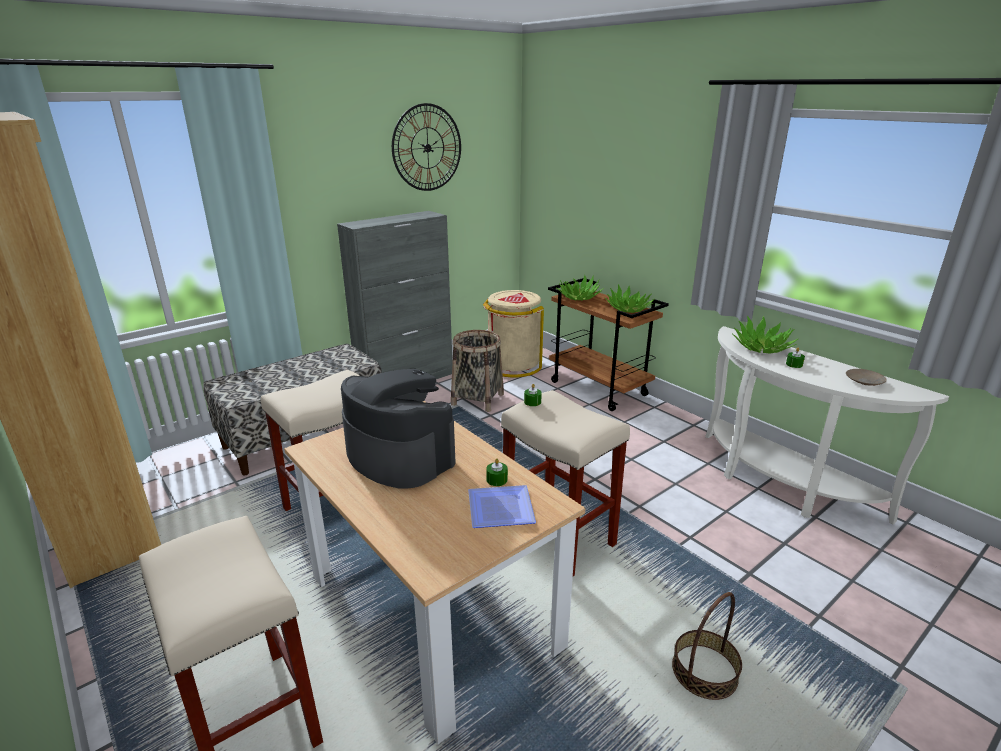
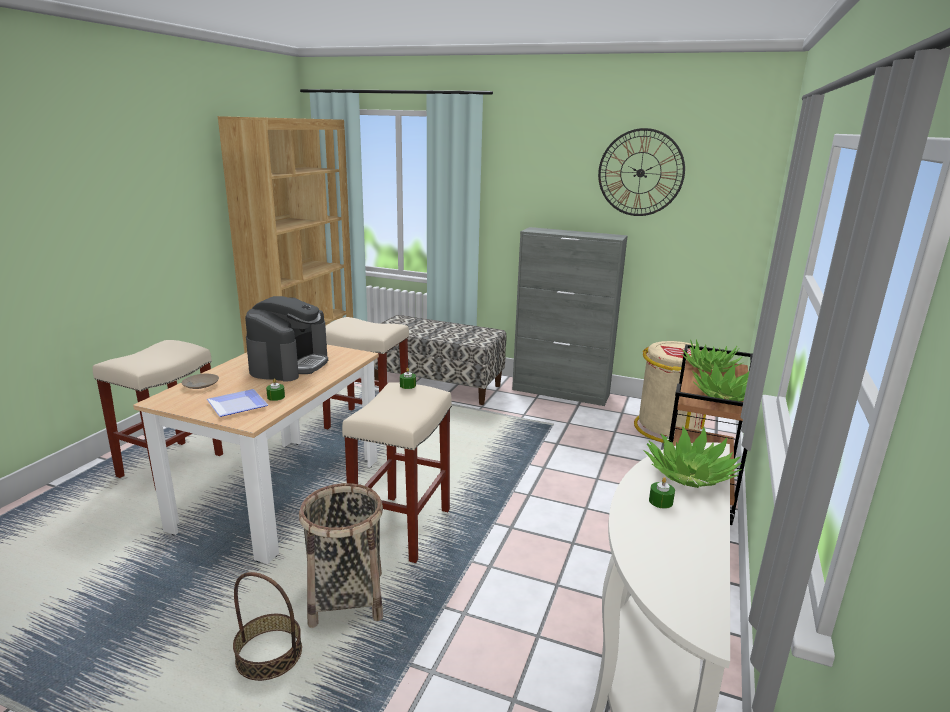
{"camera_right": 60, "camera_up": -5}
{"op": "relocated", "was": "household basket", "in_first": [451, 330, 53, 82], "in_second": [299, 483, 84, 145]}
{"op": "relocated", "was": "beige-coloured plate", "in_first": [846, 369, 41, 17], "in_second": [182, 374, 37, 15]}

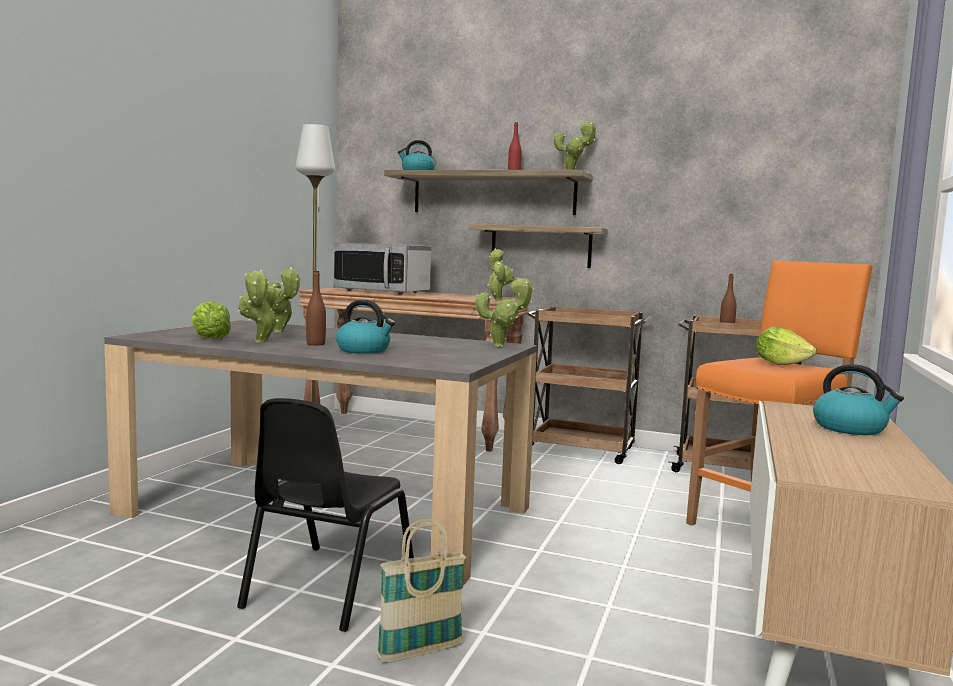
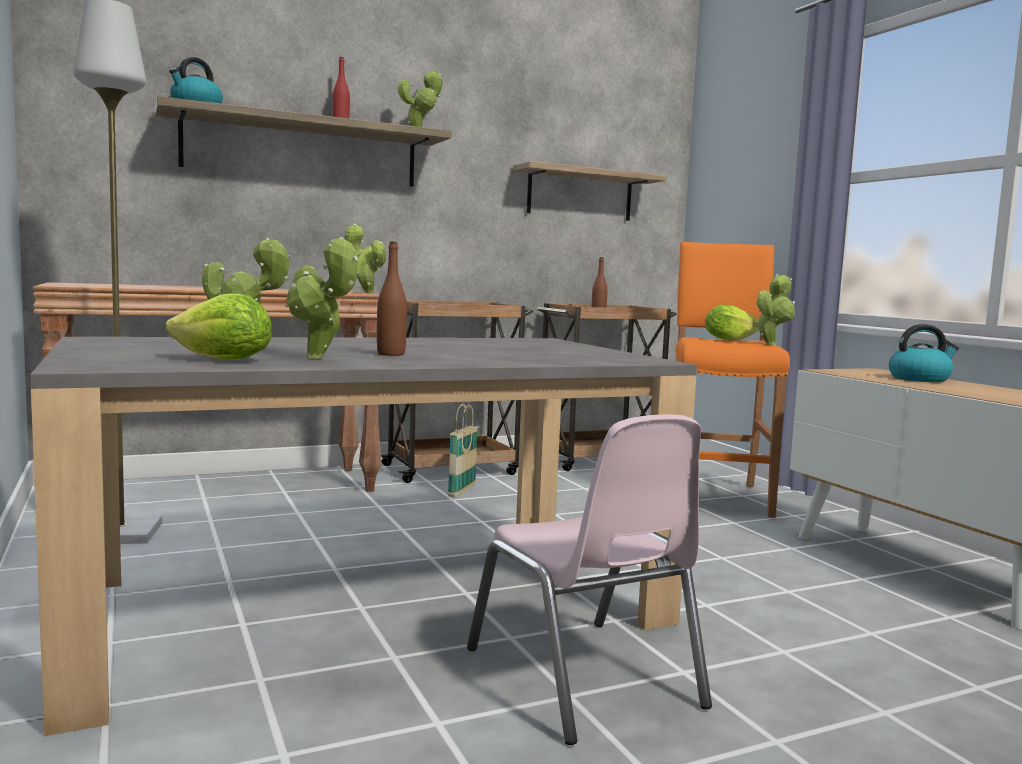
{"camera_right": -45, "camera_up": 0}
{"op": "relocated", "was": "shelf", "in_first": [469, 224, 139, 44], "in_second": [513, 161, 153, 60]}
{"op": "missing", "was": "microwave", "in_first": [333, 242, 98, 52]}
{"op": "relocated", "was": "houseplant", "in_first": [475, 277, 59, 70], "in_second": [756, 274, 39, 71]}
{"op": "missing", "was": "tea kettle", "in_first": [336, 300, 59, 54]}
{"op": "colour", "was": "blackish plain chair", "now": "pink-coloured plain chair", "in_first": [237, 398, 177, 234], "in_second": [467, 414, 245, 331]}
{"op": "relocated", "was": "household basket", "in_first": [377, 519, 89, 144], "in_second": [448, 404, 30, 93]}

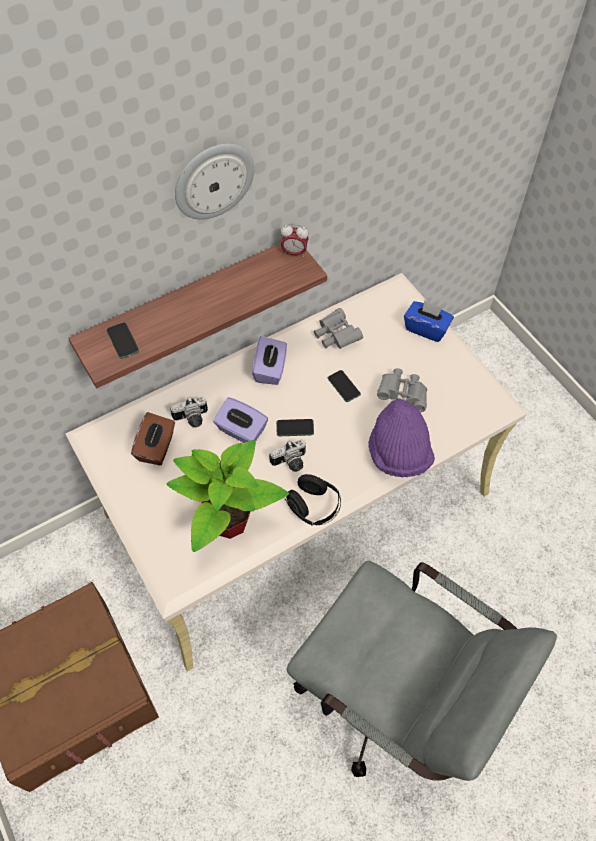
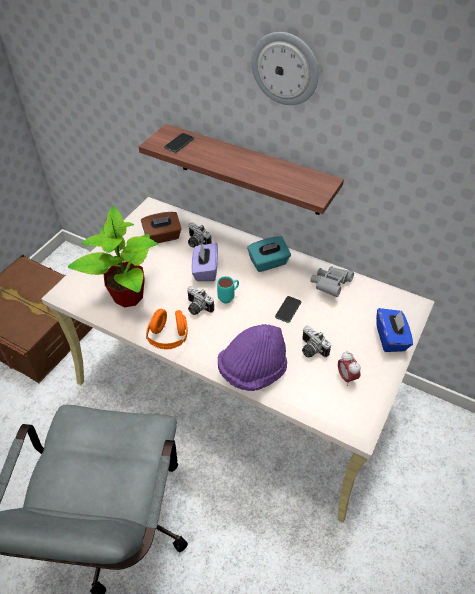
{"camera_right": 60, "camera_up": -10}
{"op": "relocated", "was": "alarm clock", "in_first": [281, 224, 28, 33], "in_second": [338, 351, 23, 35]}
{"op": "colour", "was": "purplish tissue box", "now": "turquoise-coloured tissue box", "in_first": [252, 336, 35, 49], "in_second": [247, 237, 44, 35]}
{"op": "exchanged", "was": "grey field glasses", "now": "still camera", "in_first": [377, 368, 50, 44], "in_second": [302, 326, 29, 32]}
{"op": "exchanged", "was": "handset", "now": "turquoise-coloured tea mug", "in_first": [276, 419, 38, 17], "in_second": [217, 276, 22, 28]}
{"op": "colour", "was": "blackish headphones", "now": "orangey headphones", "in_first": [285, 474, 56, 52], "in_second": [146, 309, 42, 40]}

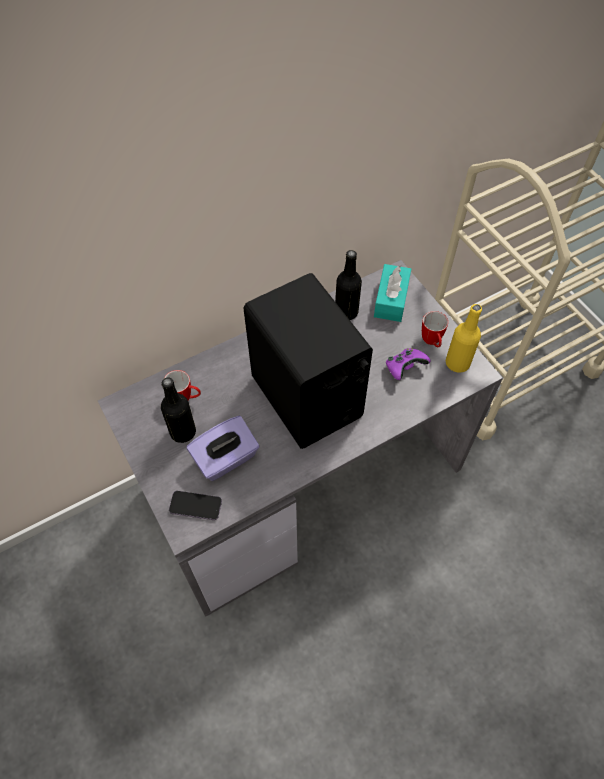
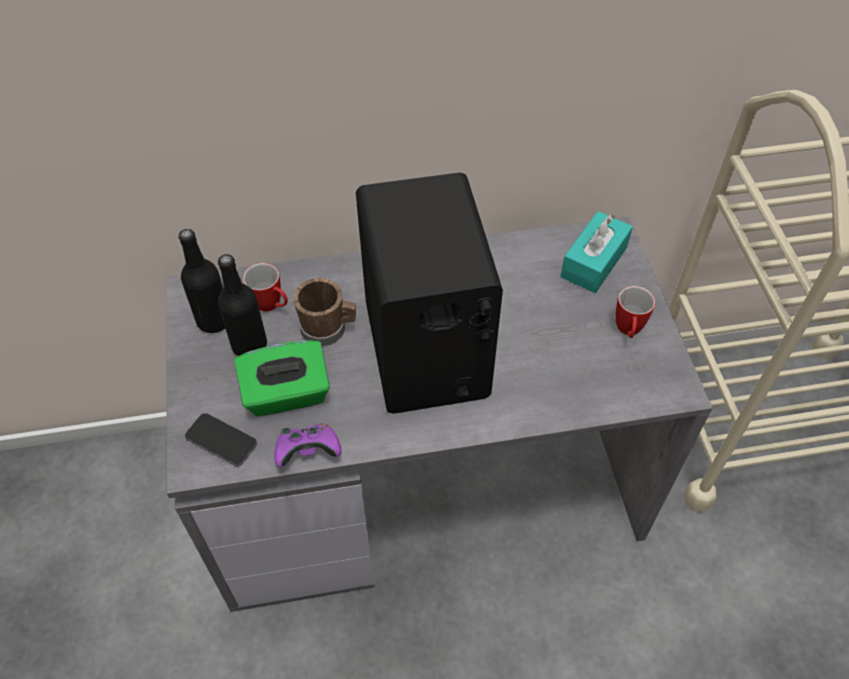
{"camera_right": 20, "camera_up": -5}
{"op": "relocated", "was": "blackish bottle", "in_first": [335, 250, 27, 70], "in_second": [179, 229, 46, 104]}
{"op": "missing", "was": "yellow bottle", "in_first": [446, 304, 36, 69]}
{"op": "relocated", "was": "purplish game controller", "in_first": [386, 348, 44, 32], "in_second": [274, 424, 67, 43]}
{"op": "colour", "was": "purplish tissue box", "now": "green-coloured tissue box", "in_first": [187, 416, 73, 65], "in_second": [234, 340, 96, 76]}
{"op": "appeared", "now": "brown tea mug", "in_second": [293, 278, 63, 68]}

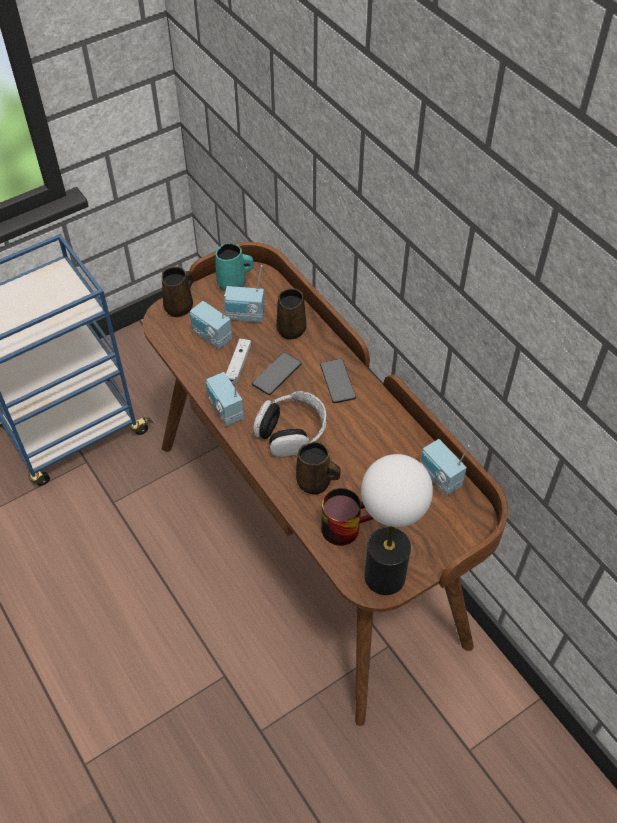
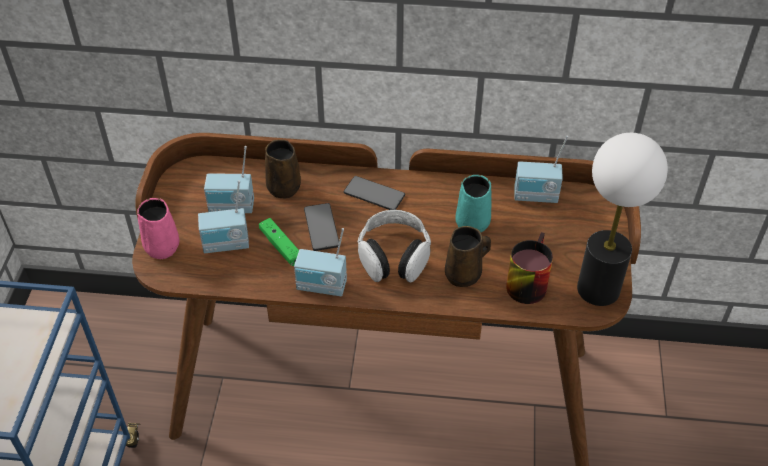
{"camera_right": -50, "camera_up": -5}
{"op": "relocated", "was": "turquoise-coloured tea mug", "in_first": [215, 243, 39, 48], "in_second": [455, 175, 36, 57]}
{"op": "spun", "was": "radio receiver", "in_first": [225, 265, 40, 57], "in_second": [204, 146, 50, 67], "clockwise": 45}
{"op": "colour", "was": "brown tea mug", "now": "pink-coloured tea mug", "in_first": [162, 267, 31, 50], "in_second": [137, 198, 42, 61]}
{"op": "colour", "was": "whitish game controller", "now": "green-coloured game controller", "in_first": [226, 338, 25, 46], "in_second": [259, 218, 40, 48]}

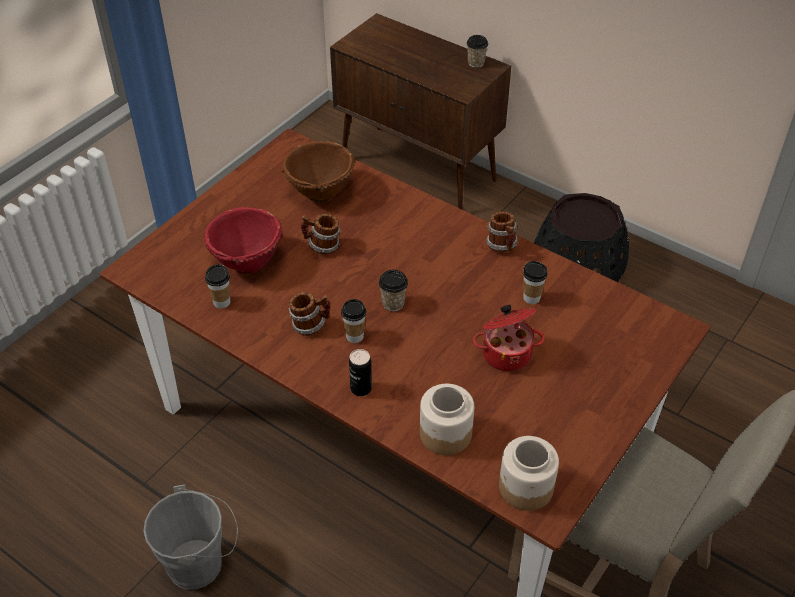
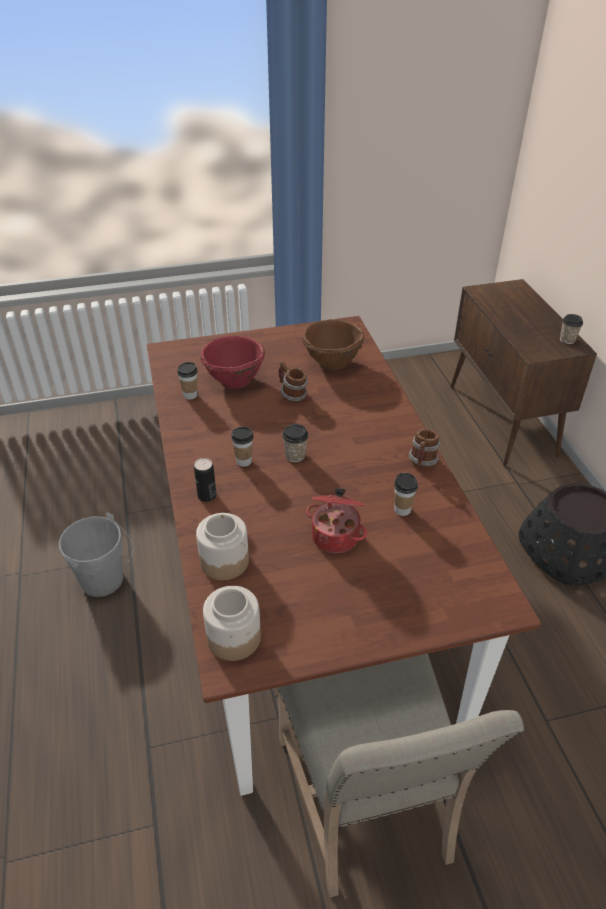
{"camera_right": 40, "camera_up": -5}
{"op": "missing", "was": "tea mug", "in_first": [289, 292, 42, 44]}

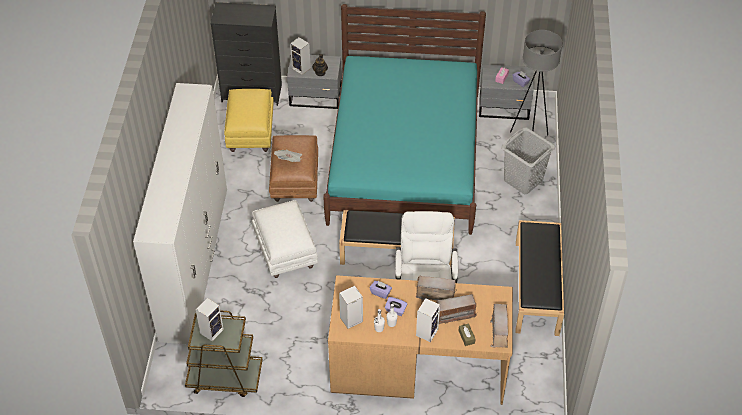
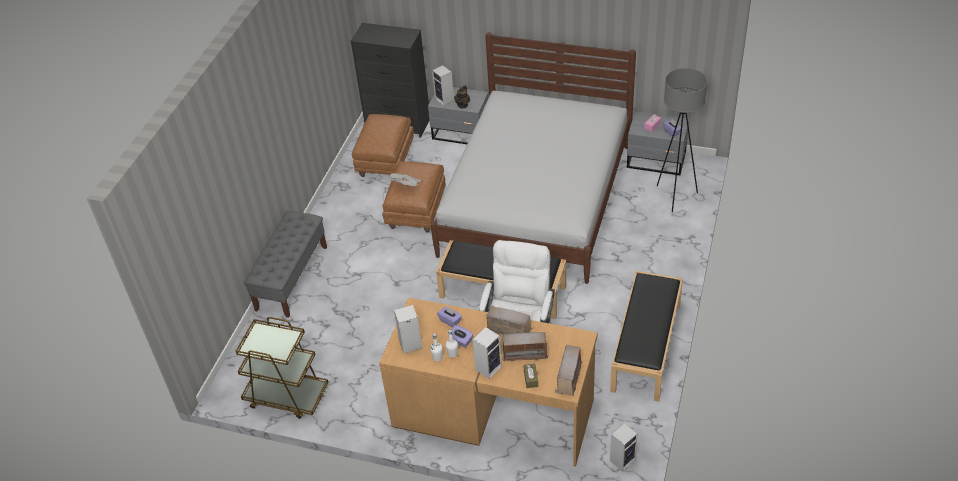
{"camera_right": 15, "camera_up": -5}
{"op": "colour", "was": "turquoise-coloured sleeping bed", "now": "whitish sleeping bed", "in_first": [323, 4, 163, 231], "in_second": [431, 32, 205, 252]}
{"op": "exchanged", "was": "whitish clothes cupboard", "now": "grey bench", "in_first": [133, 83, 94, 261], "in_second": [244, 211, 83, 107]}
{"op": "colour", "was": "yellow footrest", "now": "brown footrest", "in_first": [224, 89, 50, 63], "in_second": [352, 114, 62, 63]}
{"op": "missing", "was": "grey washing basket", "in_first": [501, 127, 55, 67]}
{"op": "missing", "was": "whitish footrest", "in_first": [252, 200, 66, 78]}
{"op": "relocated", "was": "speaker", "in_first": [196, 298, 28, 43], "in_second": [610, 423, 28, 49]}

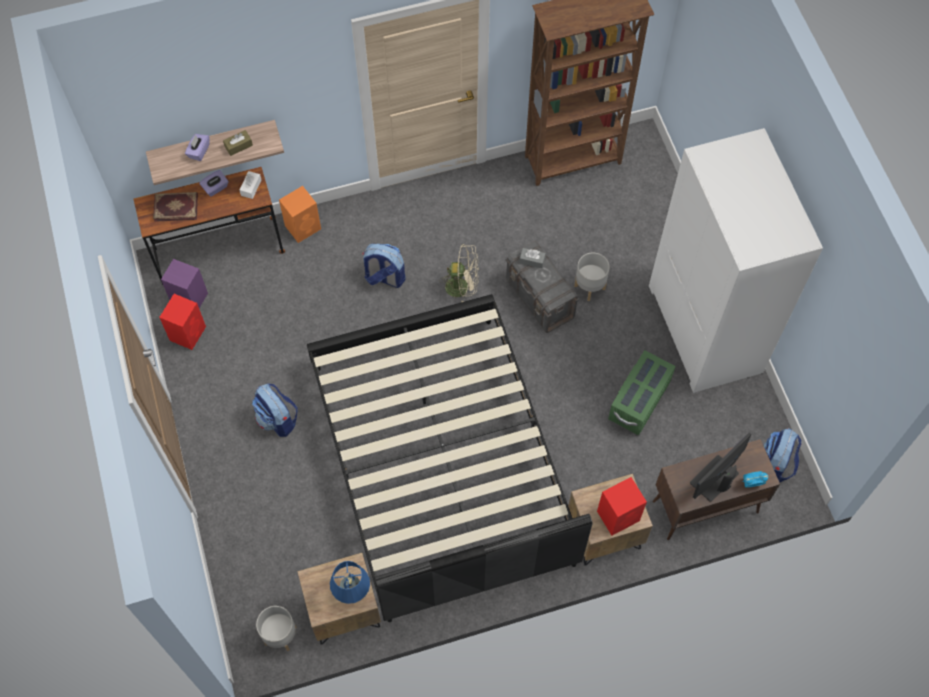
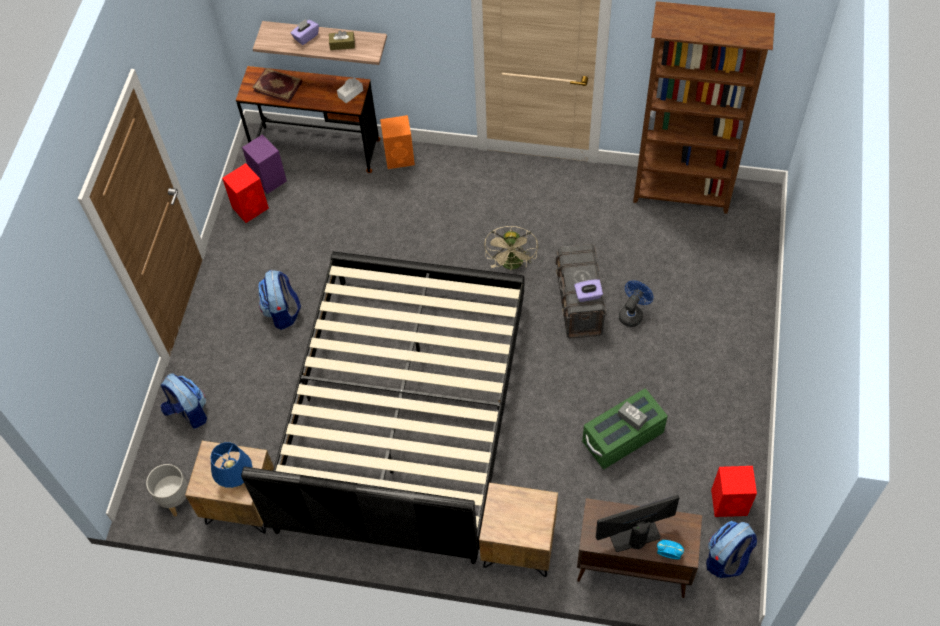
{"camera_right": 30, "camera_up": -5}
{"op": "missing", "was": "whitish clothes cupboard", "in_first": [649, 128, 174, 265]}
{"op": "relocated", "was": "purplish tissue box", "in_first": [199, 170, 29, 27], "in_second": [574, 279, 29, 23]}
{"op": "relocated", "was": "knapsack", "in_first": [362, 244, 44, 44], "in_second": [160, 373, 47, 56]}
{"op": "spun", "was": "beige-coloured fan", "in_first": [439, 244, 40, 58], "in_second": [484, 226, 54, 45], "clockwise": 60}
{"op": "relocated", "was": "grey tissue box", "in_first": [519, 248, 27, 20], "in_second": [618, 401, 30, 30]}
{"op": "exchanged", "was": "grey plant pot", "now": "blue-coloured fan", "in_first": [574, 253, 36, 48], "in_second": [619, 280, 34, 47]}
{"op": "relocated", "was": "red-coloured speaker", "in_first": [597, 477, 50, 59], "in_second": [711, 466, 46, 51]}

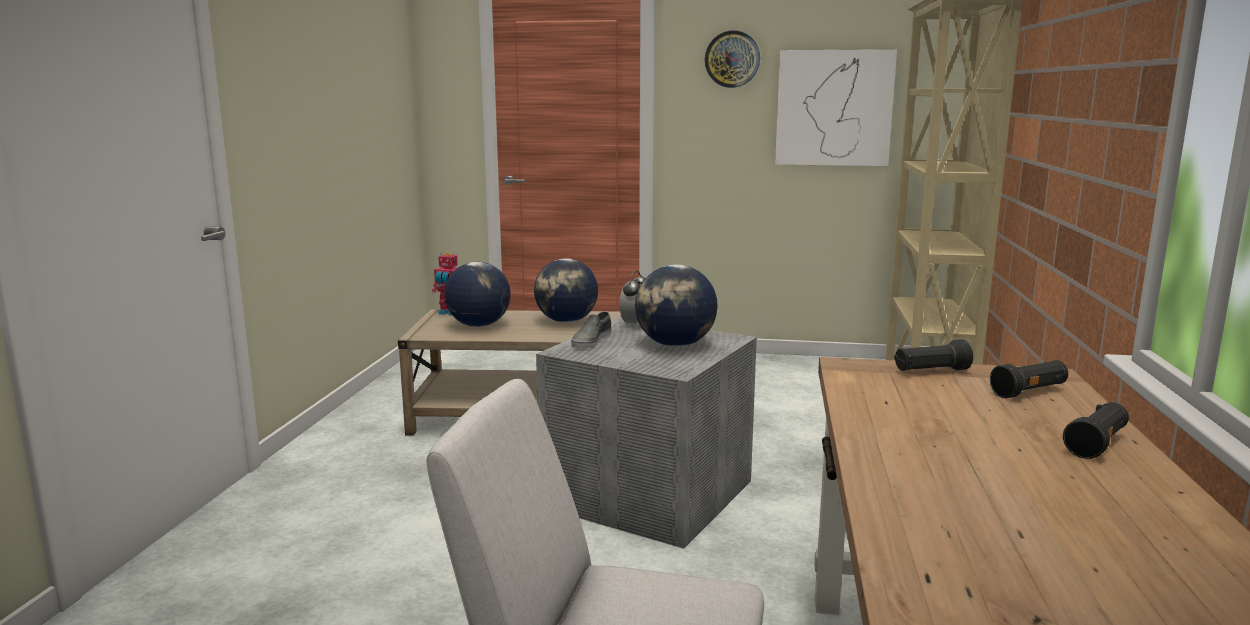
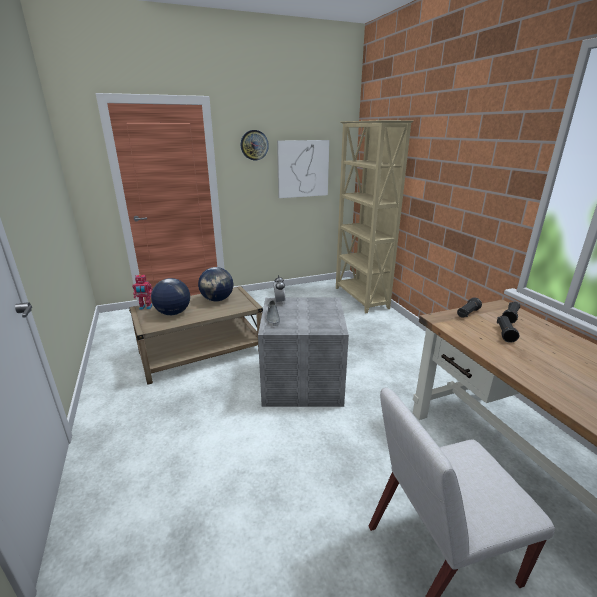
{"camera_right": -30, "camera_up": 10}
{"op": "missing", "was": "desk globe", "in_first": [635, 264, 83, 83]}
{"op": "relocated", "was": "blackish flashlight", "in_first": [1063, 402, 66, 57], "in_second": [497, 316, 23, 27]}

